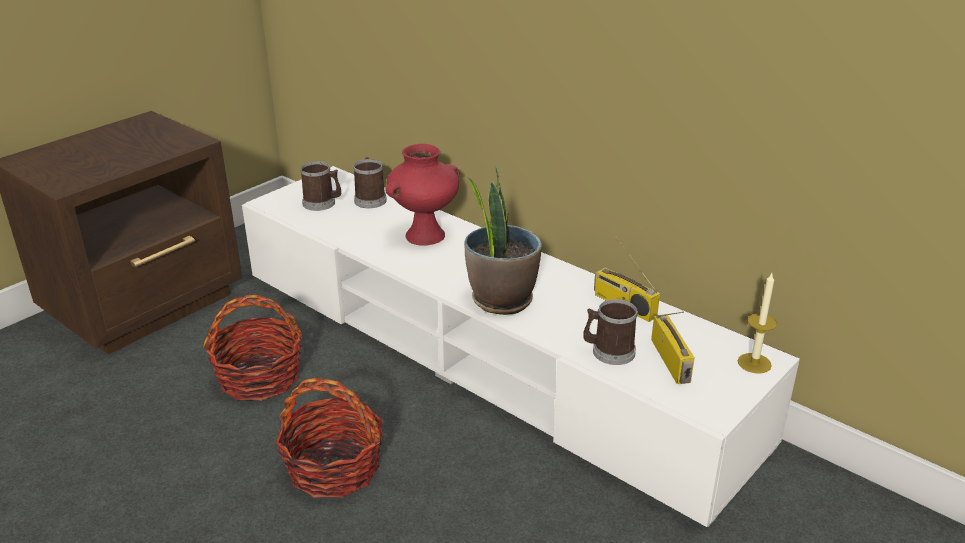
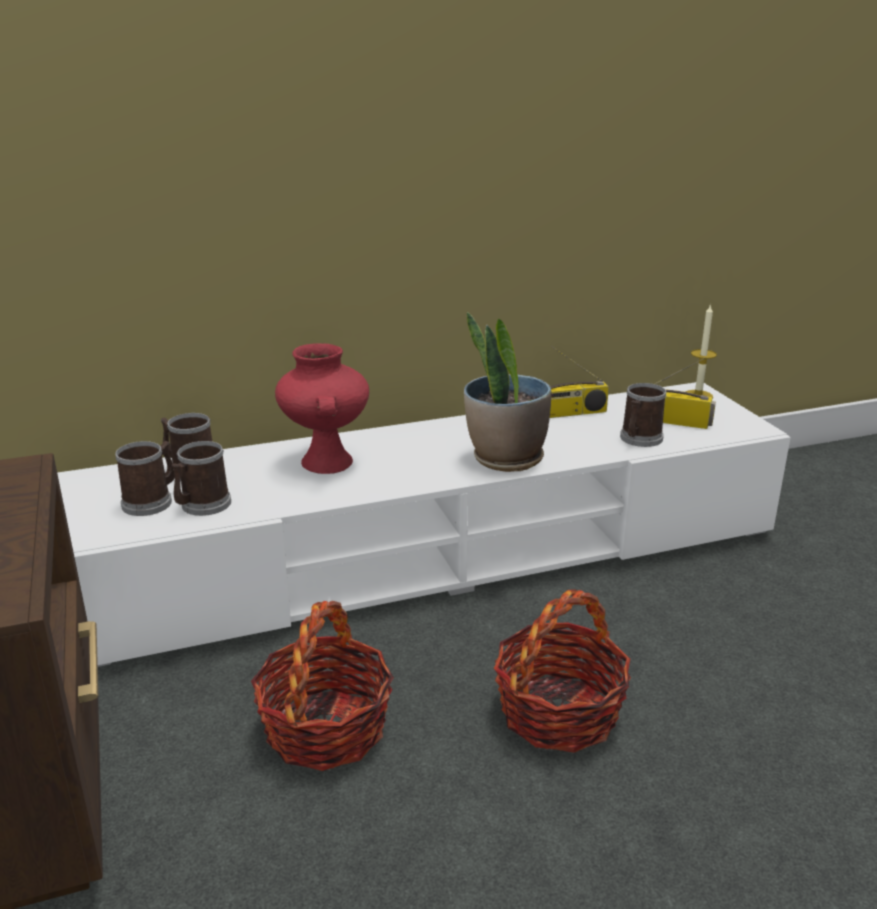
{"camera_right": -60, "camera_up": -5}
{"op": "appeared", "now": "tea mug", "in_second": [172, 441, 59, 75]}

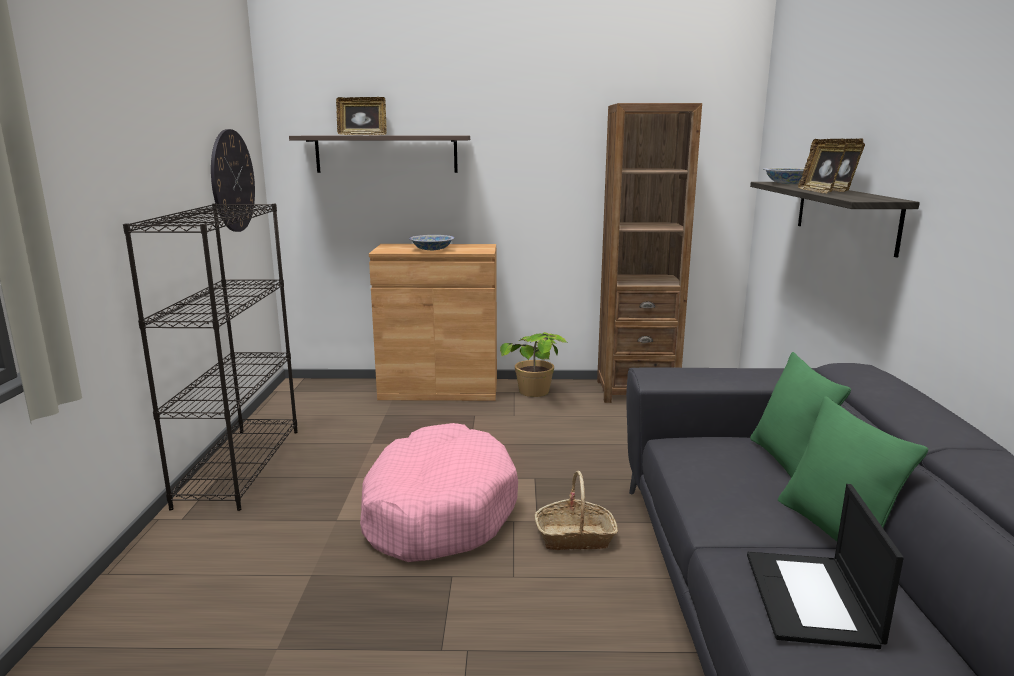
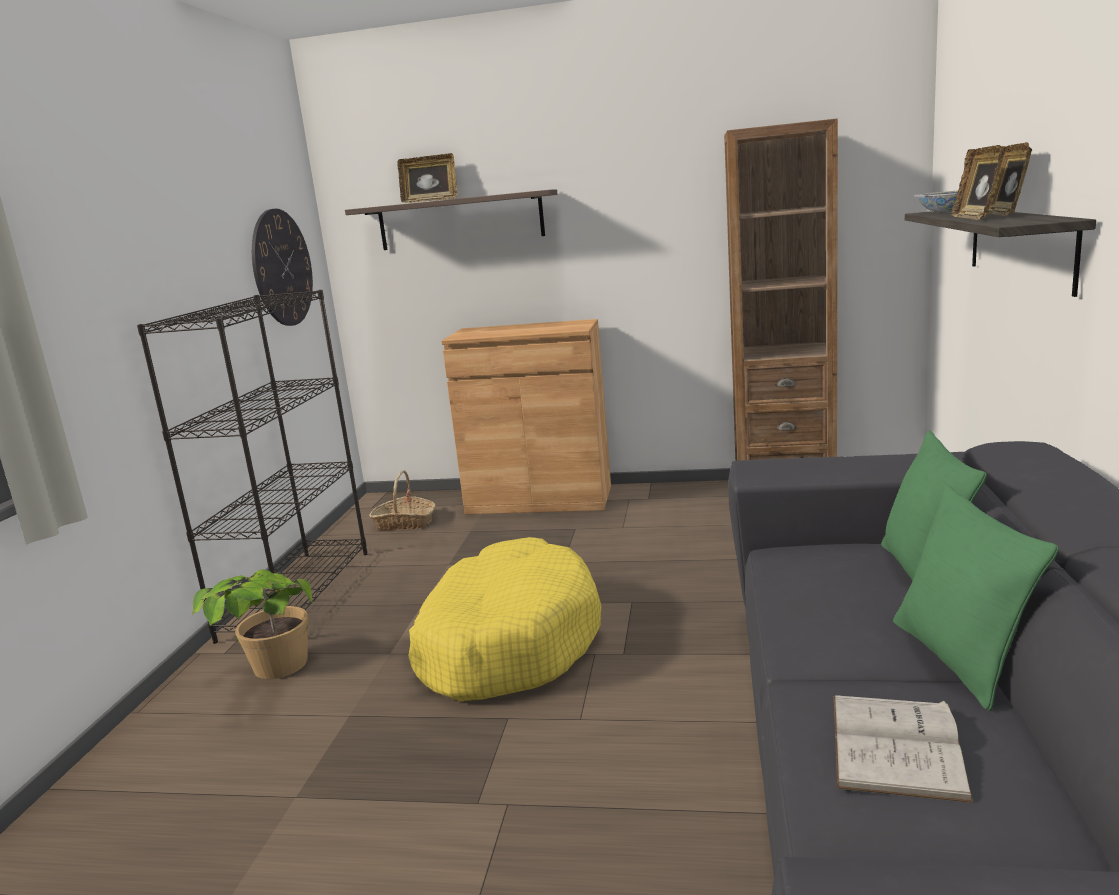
{"camera_right": 10, "camera_up": 0}
{"op": "missing", "was": "deep dish", "in_first": [409, 235, 45, 15]}
{"op": "relocated", "was": "houseplant", "in_first": [500, 332, 68, 65], "in_second": [192, 569, 121, 110]}
{"op": "colour", "was": "pink-coloured dog bed", "now": "yellow dog bed", "in_first": [360, 423, 158, 139], "in_second": [408, 537, 193, 164]}
{"op": "relocated", "was": "household basket", "in_first": [535, 471, 84, 79], "in_second": [369, 470, 67, 61]}
{"op": "exchanged", "was": "notebook computer", "now": "whitish book", "in_first": [747, 484, 157, 165], "in_second": [834, 695, 139, 108]}

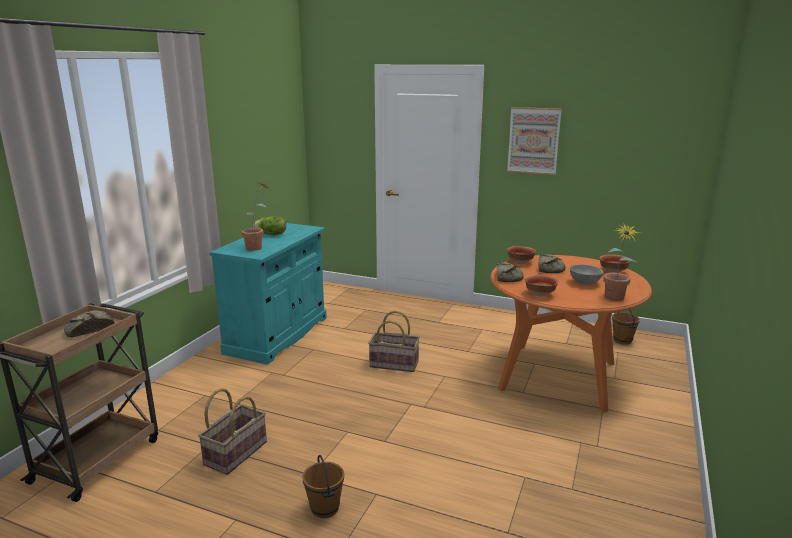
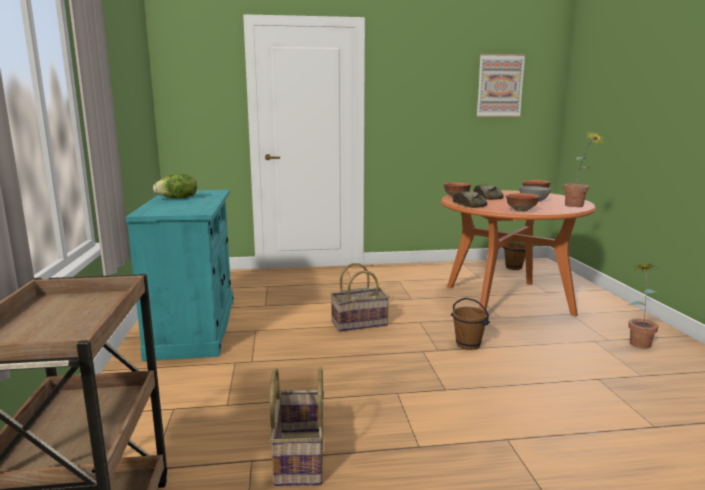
{"camera_right": -30, "camera_up": -5}
{"op": "relocated", "was": "picture", "in_first": [507, 107, 55, 68], "in_second": [476, 54, 50, 63]}
{"op": "relocated", "was": "houseplant", "in_first": [241, 181, 28, 70], "in_second": [627, 263, 32, 86]}
{"op": "missing", "was": "baked bread", "in_first": [64, 310, 51, 28]}
{"op": "relocated", "was": "brown water bucket", "in_first": [302, 455, 42, 63], "in_second": [451, 298, 39, 52]}

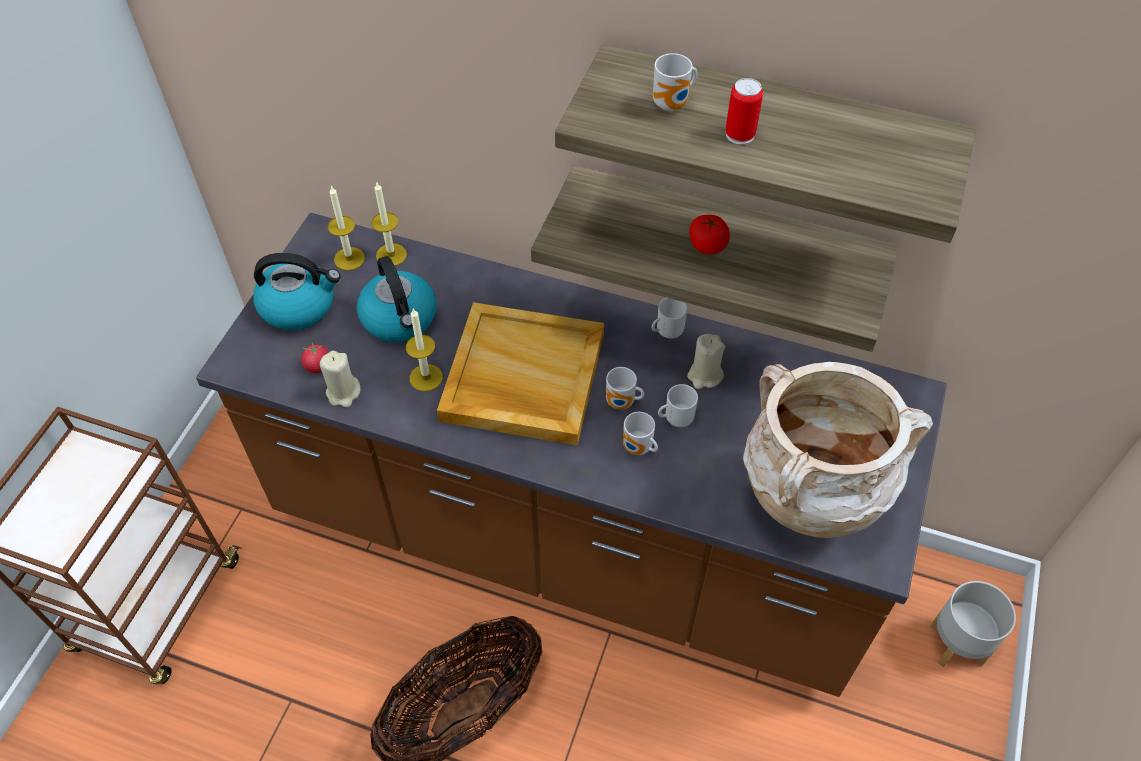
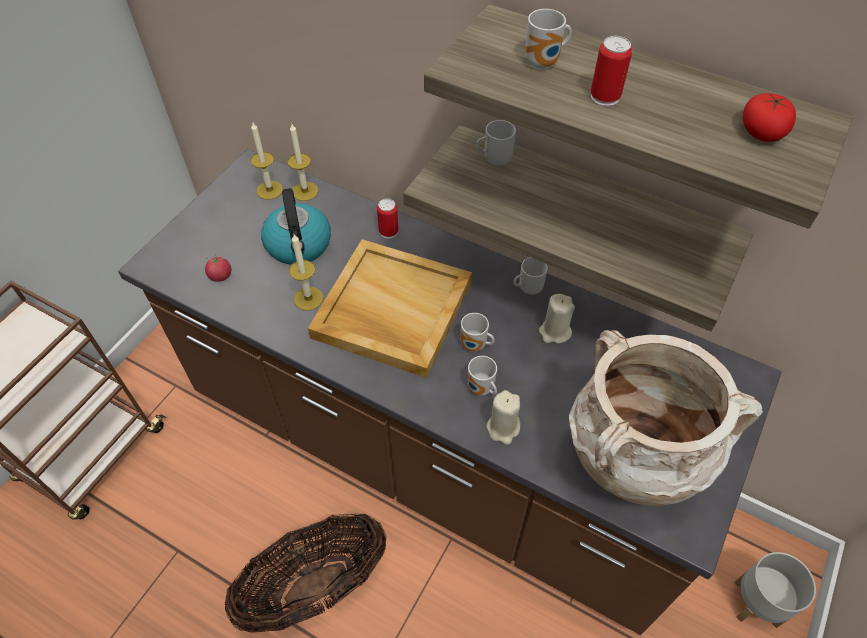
{"camera_right": 10, "camera_up": 0}
{"op": "relocated", "was": "fresh tomato", "in_first": [689, 215, 41, 39], "in_second": [743, 93, 53, 49]}
{"op": "missing", "was": "tea kettle", "in_first": [253, 253, 88, 78]}
{"op": "relocated", "was": "beige-coloured wax light", "in_first": [320, 351, 40, 56], "in_second": [486, 390, 34, 55]}
{"op": "relocated", "was": "tea mug", "in_first": [658, 384, 40, 43], "in_second": [476, 120, 40, 45]}
{"op": "appeared", "now": "metal can", "in_second": [377, 198, 21, 41]}

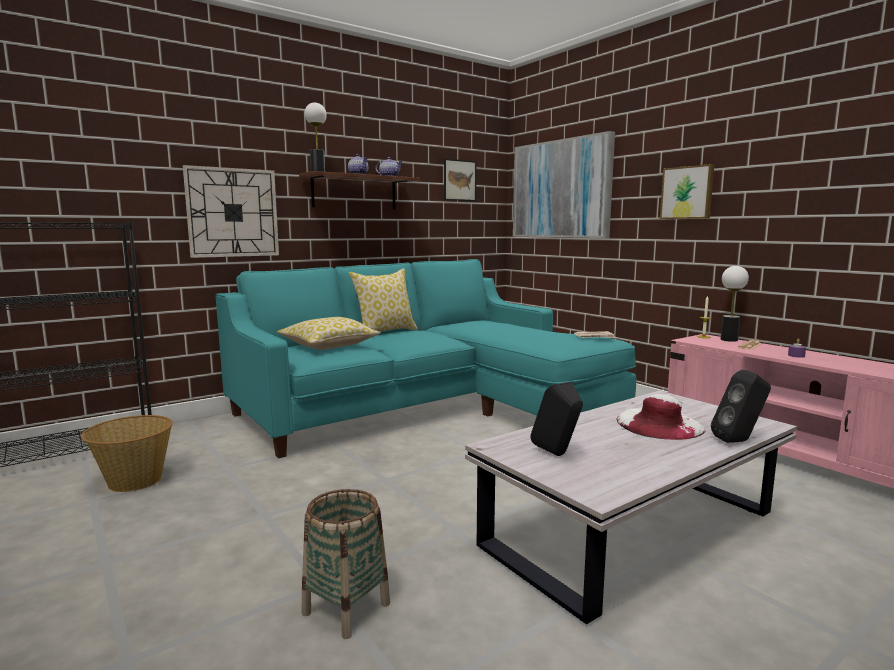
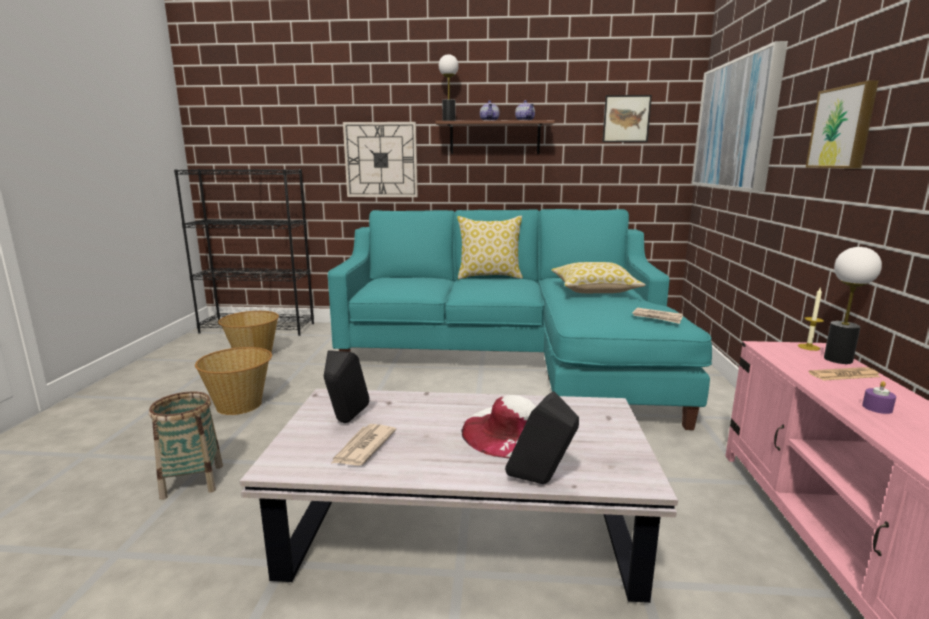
{"camera_right": 40, "camera_up": 5}
{"op": "relocated", "was": "pillow", "in_first": [277, 317, 104, 33], "in_second": [551, 262, 95, 31]}
{"op": "appeared", "now": "household basket", "in_second": [195, 347, 77, 68]}
{"op": "appeared", "now": "printed paper", "in_second": [331, 424, 65, 42]}

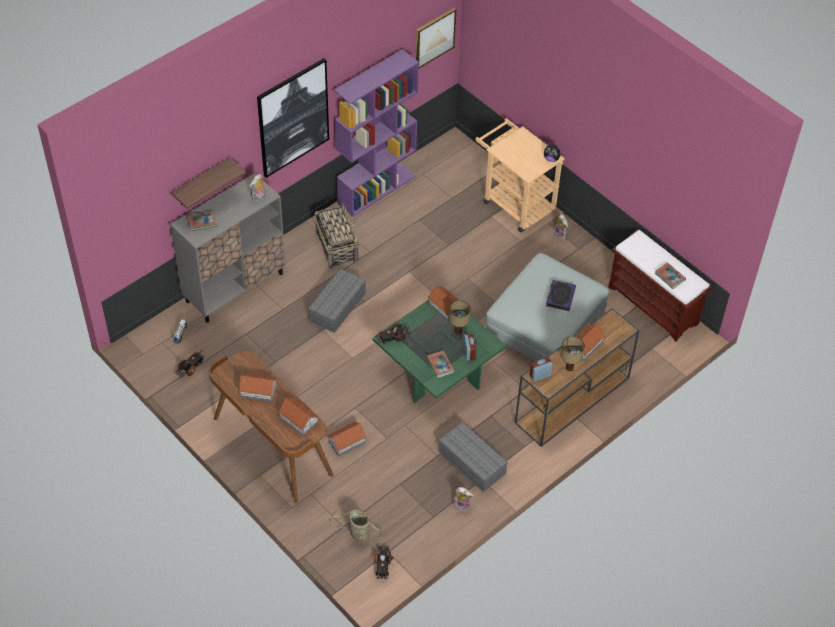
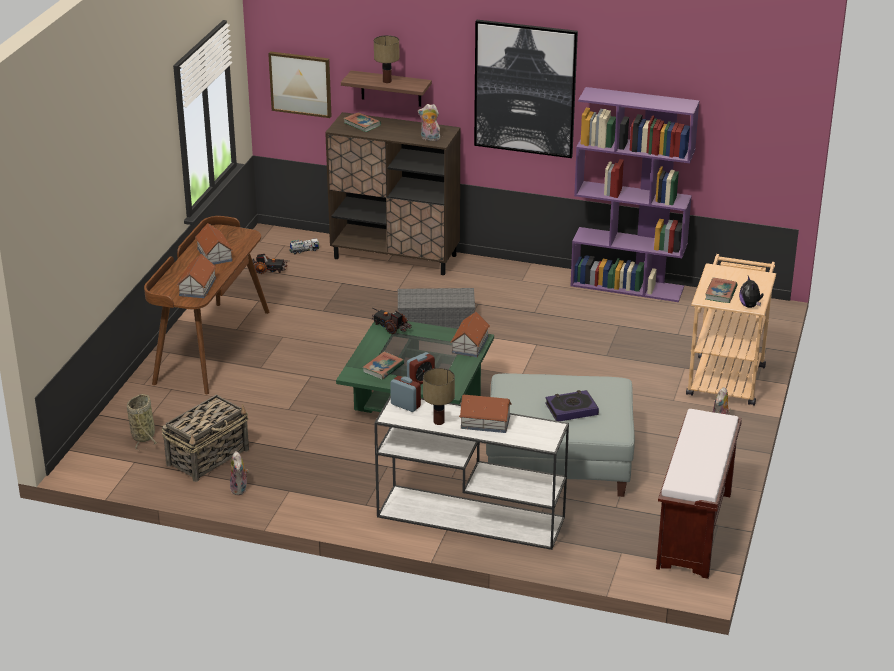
{"camera_right": 60, "camera_up": -20}
{"op": "relocated", "was": "picture", "in_first": [415, 8, 41, 60], "in_second": [268, 51, 63, 67]}
{"op": "colour", "was": "grey cupboard", "now": "brown cupboard", "in_first": [170, 173, 116, 149], "in_second": [325, 112, 136, 163]}
{"op": "relocated", "was": "household basket", "in_first": [314, 203, 46, 66], "in_second": [162, 394, 87, 88]}
{"op": "relocated", "was": "book", "in_first": [655, 263, 31, 26], "in_second": [705, 277, 33, 26]}
{"op": "relocated", "was": "table lamp", "in_first": [449, 300, 22, 34], "in_second": [374, 35, 26, 48]}
{"op": "colour", "was": "brown hall table", "now": "whitish hall table", "in_first": [515, 308, 124, 139], "in_second": [374, 395, 195, 155]}
{"op": "missing", "was": "model house", "in_first": [327, 422, 39, 34]}
{"op": "missing", "was": "grey storage container", "in_first": [439, 422, 69, 70]}
{"op": "missing", "was": "toy truck", "in_first": [372, 545, 22, 34]}

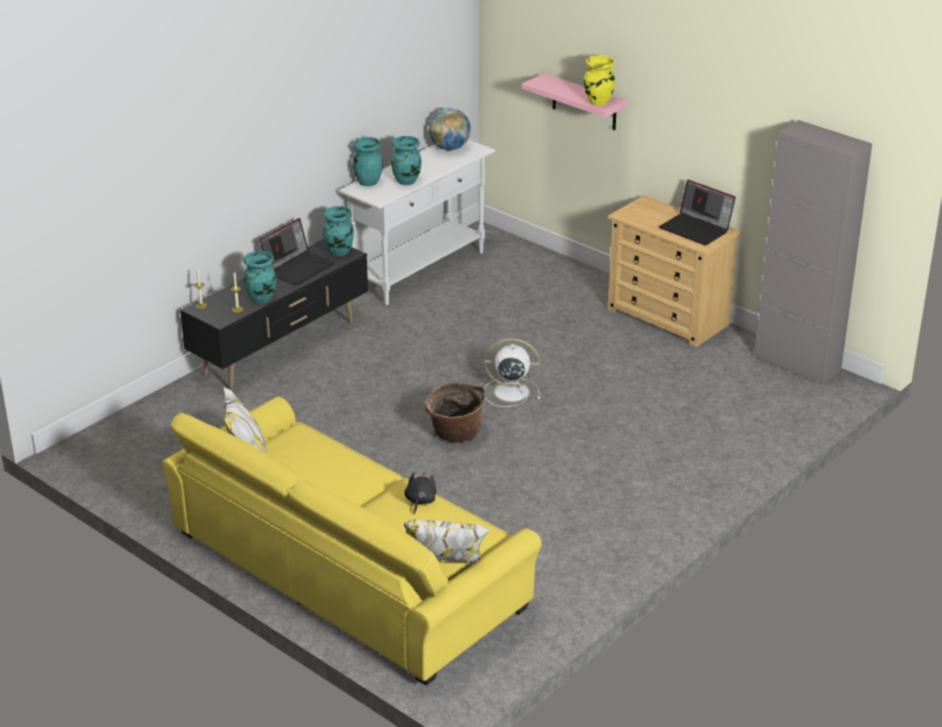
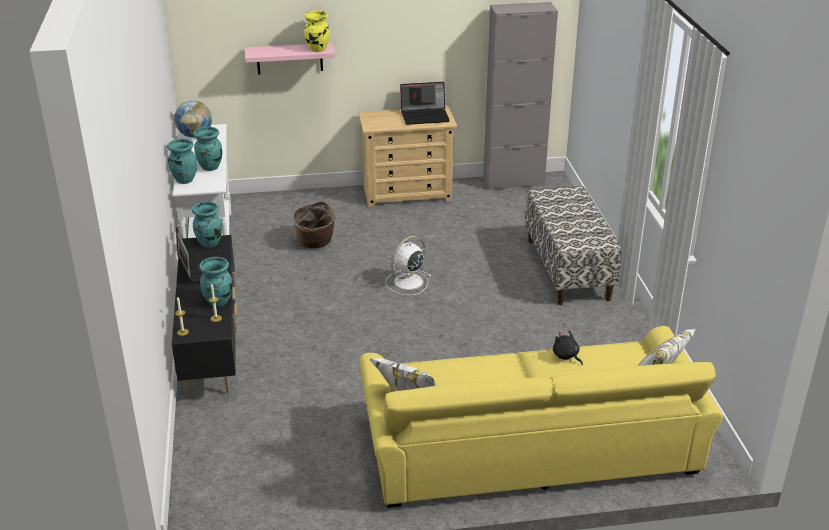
{"camera_right": -50, "camera_up": 0}
{"op": "relocated", "was": "household basket", "in_first": [424, 383, 62, 60], "in_second": [293, 201, 42, 47]}
{"op": "appeared", "now": "bench", "in_second": [525, 186, 97, 119]}

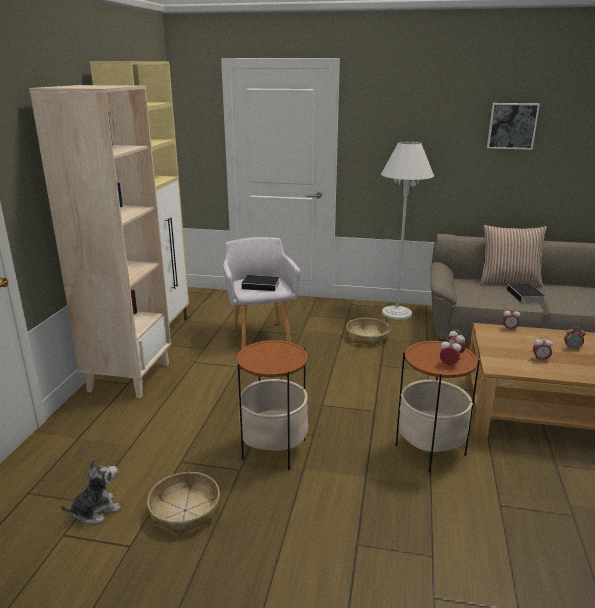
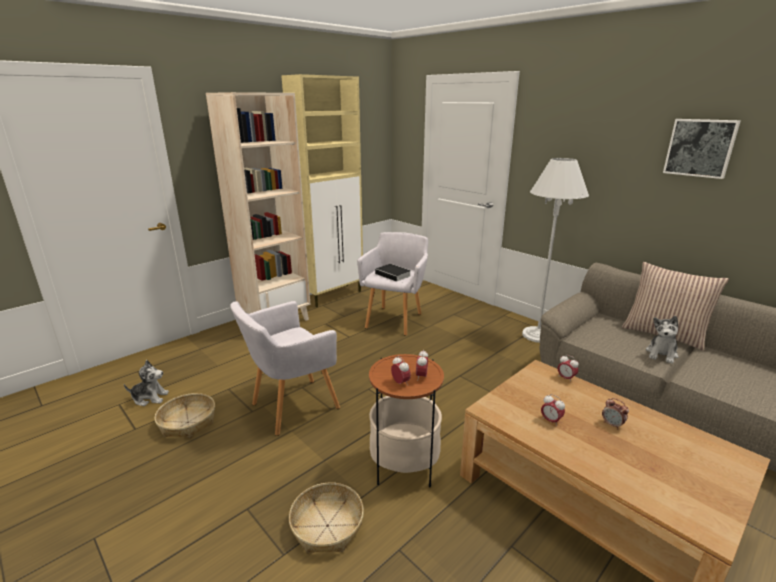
{"camera_right": 35, "camera_up": 0}
{"op": "exchanged", "was": "book", "now": "soft toy", "in_first": [507, 284, 38, 19], "in_second": [646, 316, 32, 48]}
{"op": "relocated", "was": "household basket", "in_first": [346, 318, 44, 29], "in_second": [289, 482, 75, 72]}
{"op": "exchanged", "was": "accent table", "now": "grey lounge chair", "in_first": [237, 340, 71, 130], "in_second": [230, 301, 110, 135]}

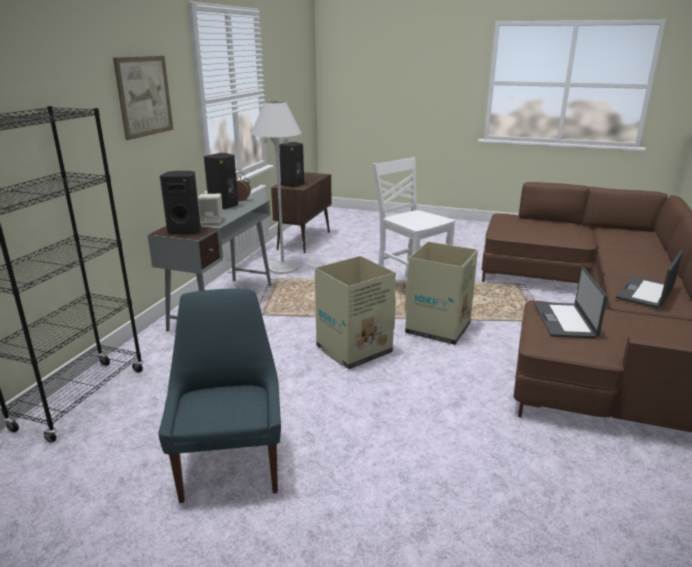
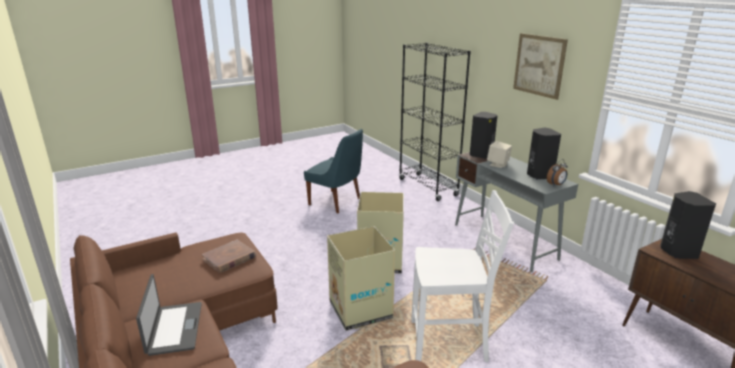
{"camera_right": 130, "camera_up": 0}
{"op": "missing", "was": "whitish floor lamp", "in_first": [251, 101, 51, 173]}
{"op": "exchanged", "was": "notebook computer", "now": "brown book", "in_first": [534, 267, 74, 71], "in_second": [202, 239, 54, 34]}

